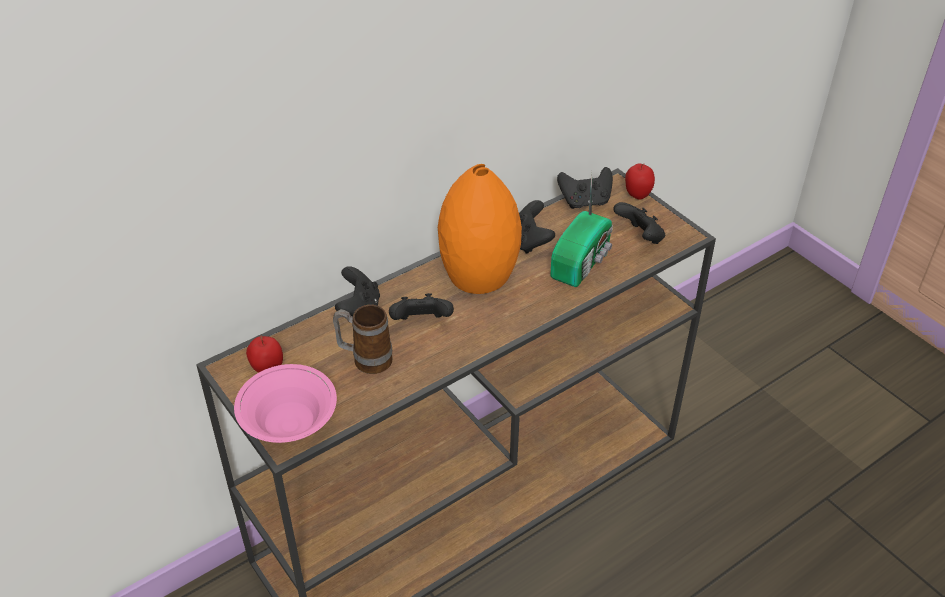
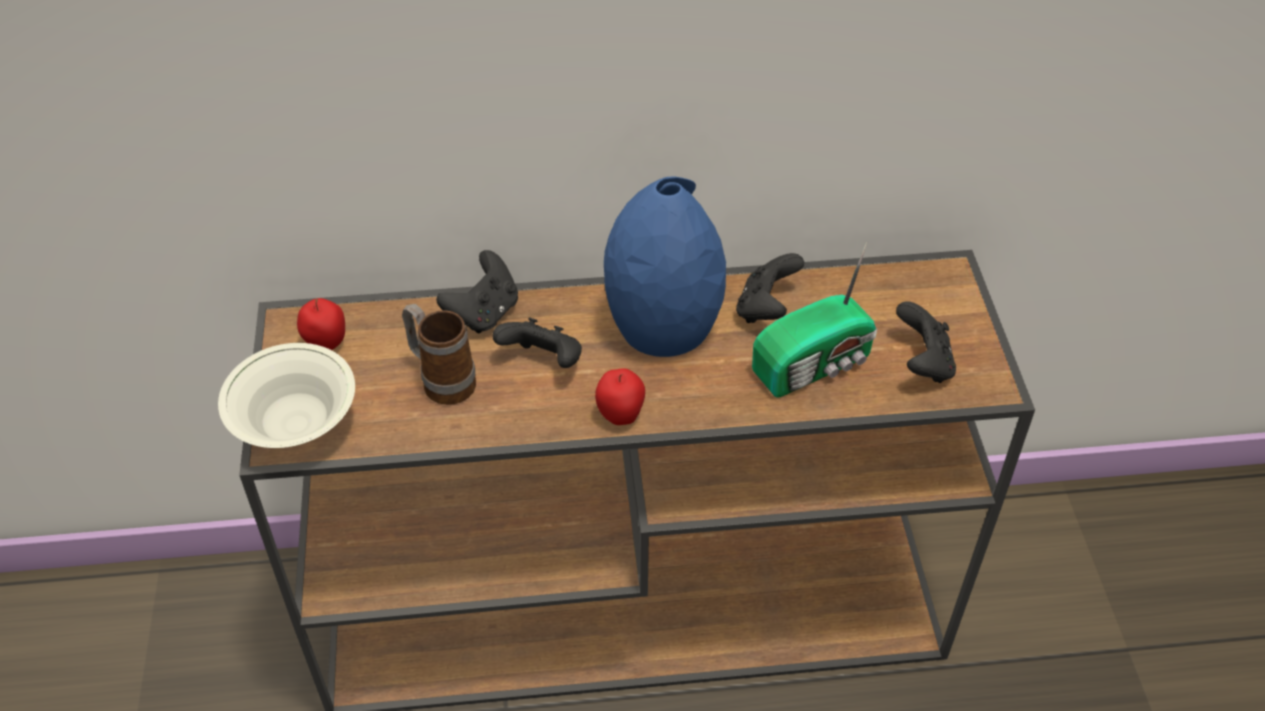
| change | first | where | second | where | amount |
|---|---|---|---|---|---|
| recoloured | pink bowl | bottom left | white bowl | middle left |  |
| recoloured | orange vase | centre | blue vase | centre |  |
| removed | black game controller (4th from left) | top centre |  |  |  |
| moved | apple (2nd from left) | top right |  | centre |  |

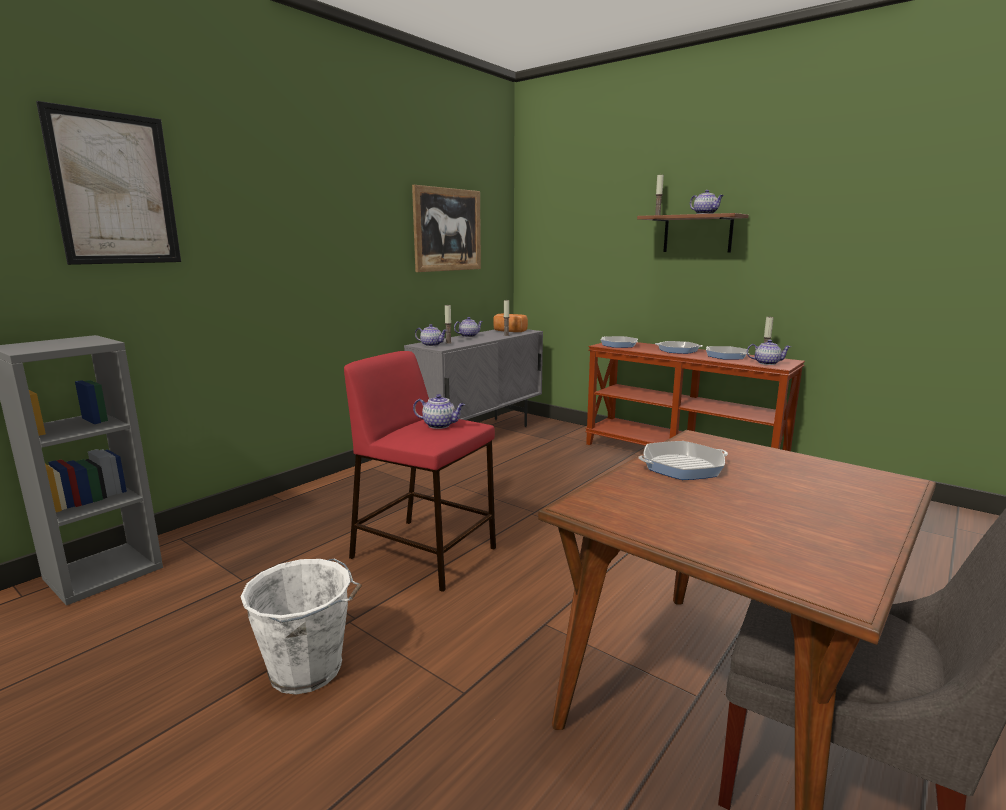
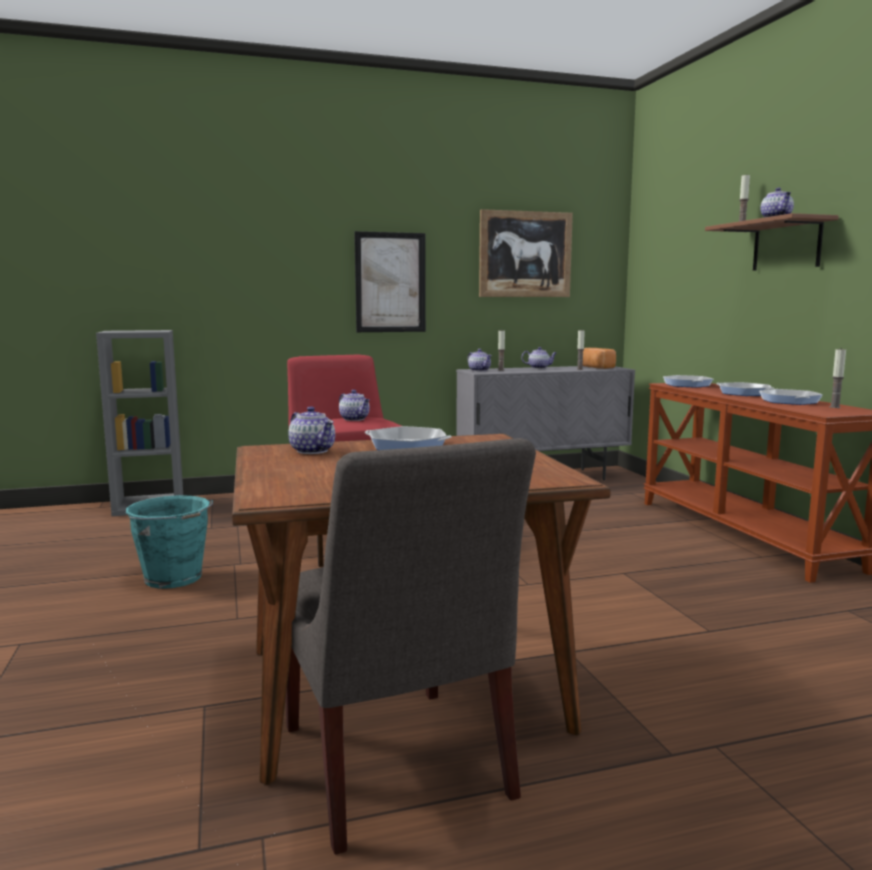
| change | first | where | second | where | amount |
|---|---|---|---|---|---|
| moved | picture (1st from left) | top left |  | top centre |  |
| recoloured | white bucket | bottom left | turquoise bucket | middle left |  |
| moved | teapot (5th from left in the first image) | middle right | teapot (1st from left) | centre |  |

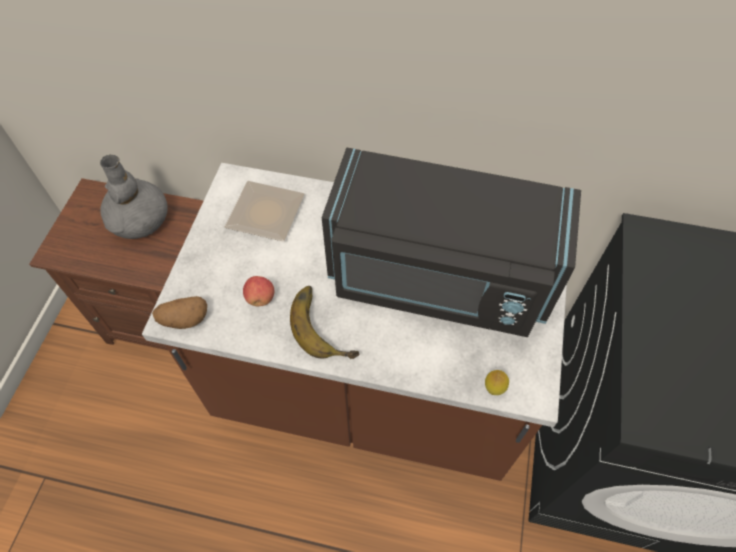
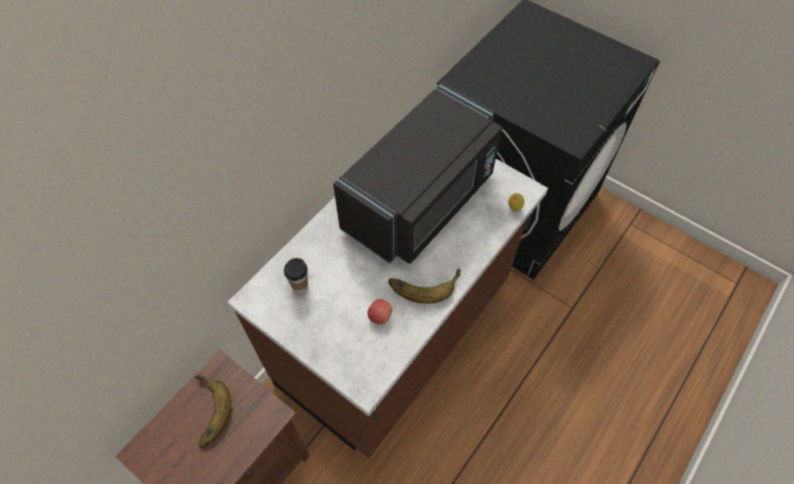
| change | first | where | second | where | amount |
|---|---|---|---|---|---|
| replaced | grey vase | middle left | banana (1st from left) | bottom left |  |
| removed | potato | middle left |  |  |  |
| replaced | plate | centre | cup | centre |  |

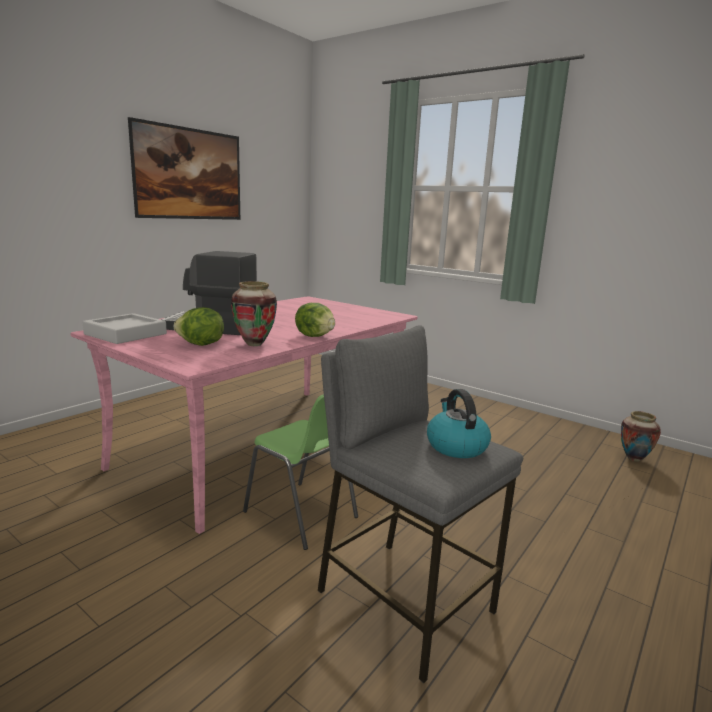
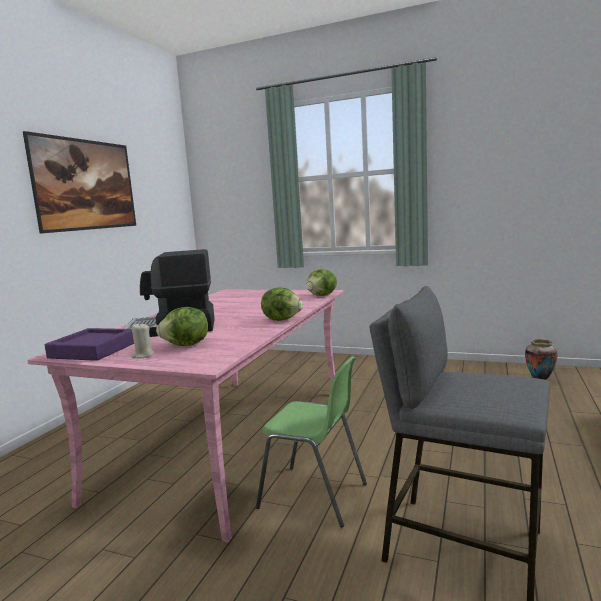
| change | first | where | second | where | amount |
|---|---|---|---|---|---|
| recoloured | grey tray | middle left | purple tray | middle left |  |
| removed | vase (1st from left) | centre |  |  |  |
| removed | kettle | centre |  |  |  |
| added |  |  | beige candle | middle left |  |
| added |  |  | lettuce (3rd from left) | centre |  |

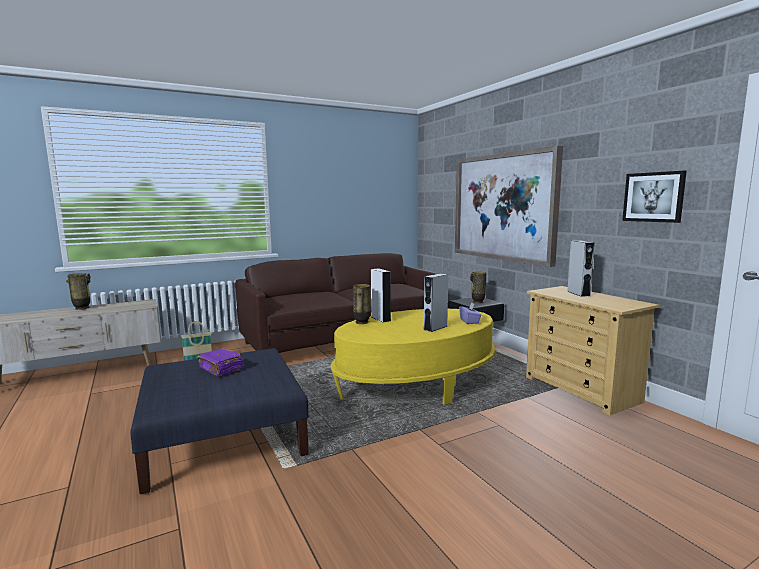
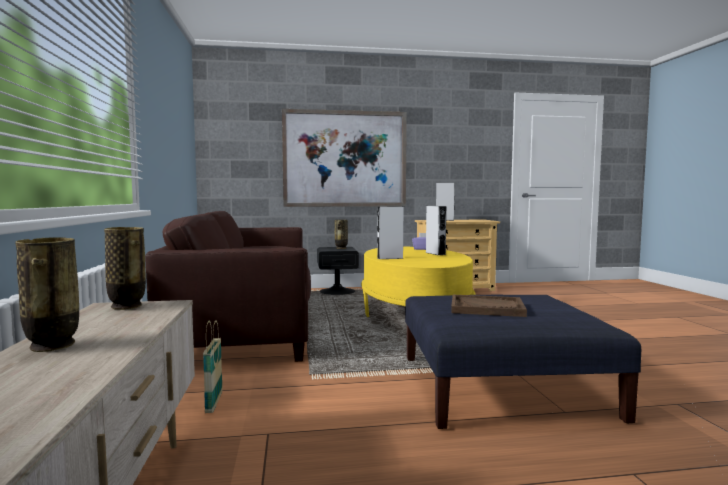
| change | first | where | second | where | amount |
|---|---|---|---|---|---|
| replaced | purple book | middle left | brown tray | middle right |  |
| moved | vase (2nd from left) | centre |  | middle left |  |
| removed | picture (2nd from left) | middle right |  |  |  |

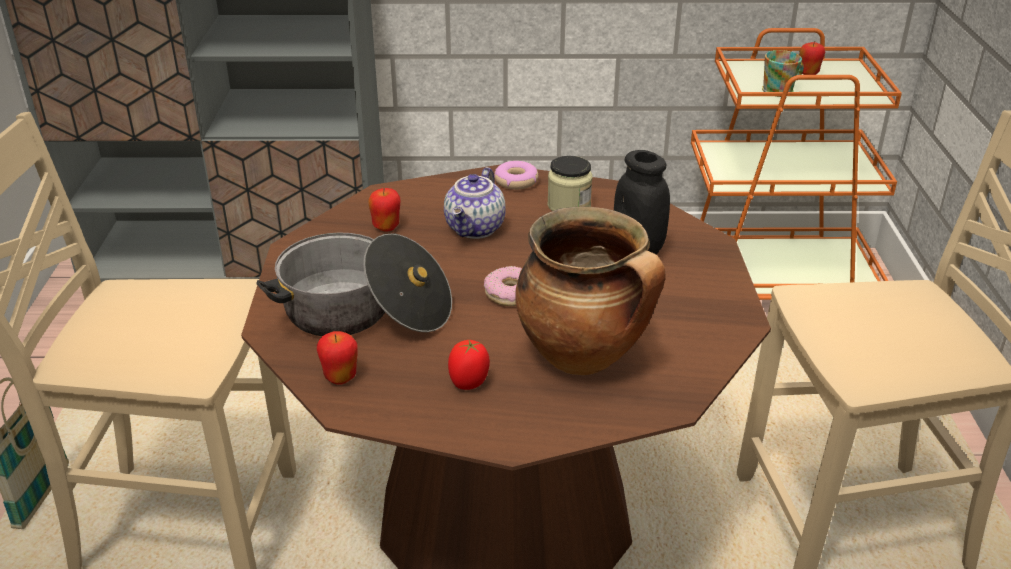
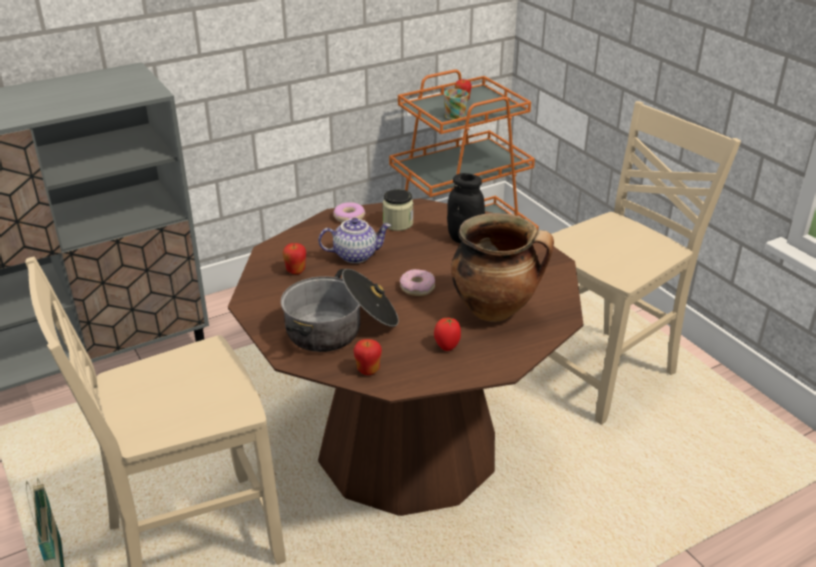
| change | first | where | second | where | amount |
|---|---|---|---|---|---|
| turned | teapot | centre |  | centre | 90 degrees counterclockwise |

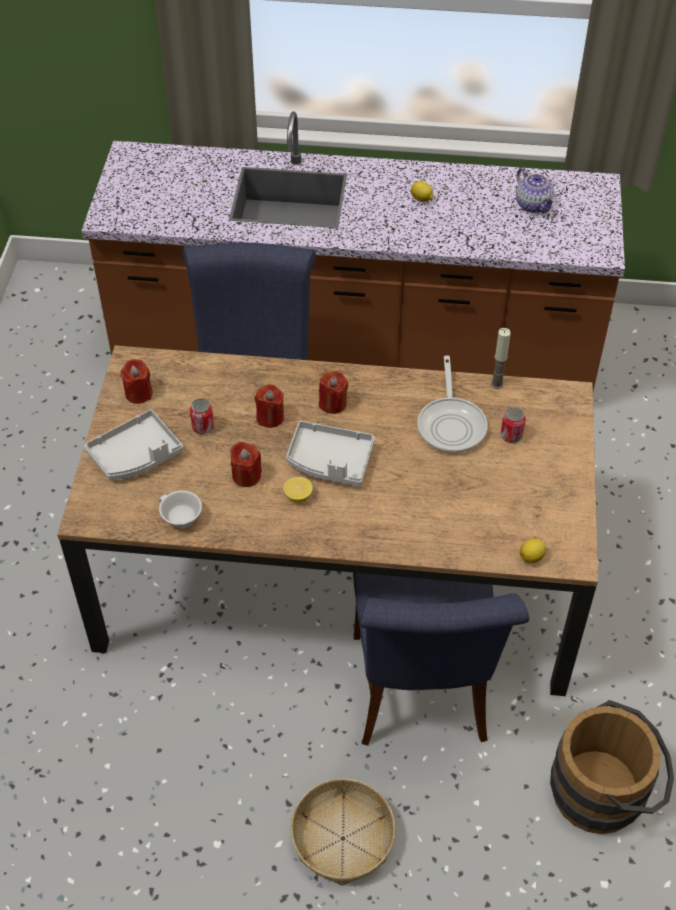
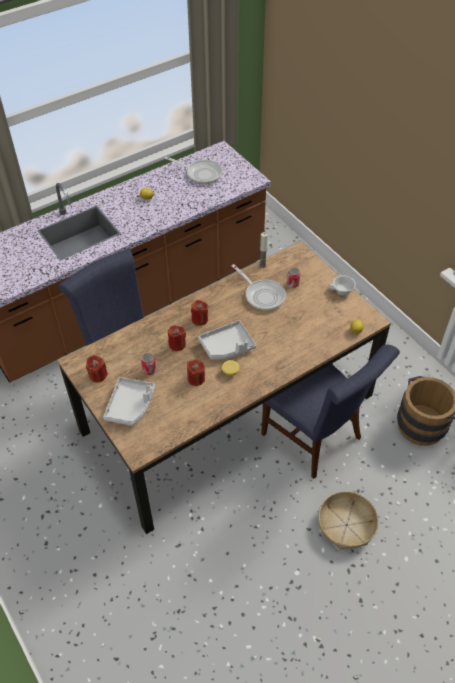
| change | first | where | second | where | amount |
|---|---|---|---|---|---|
| moved | white cup | middle left |  | middle right |  |
| replaced | teapot | top right | frying pan (1st from left) | top centre |  |

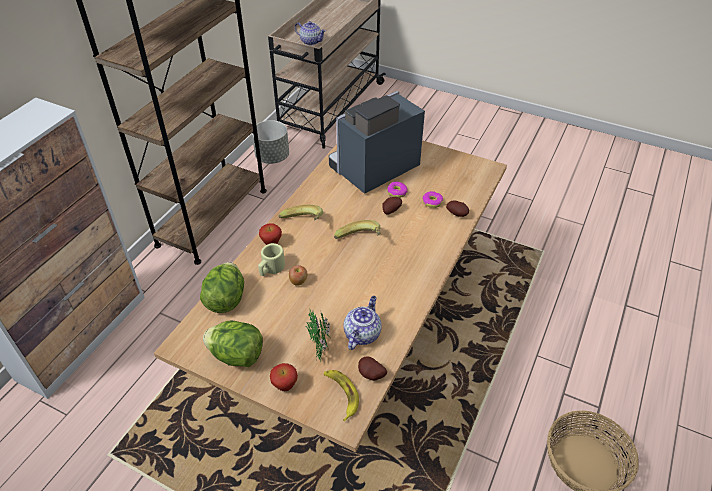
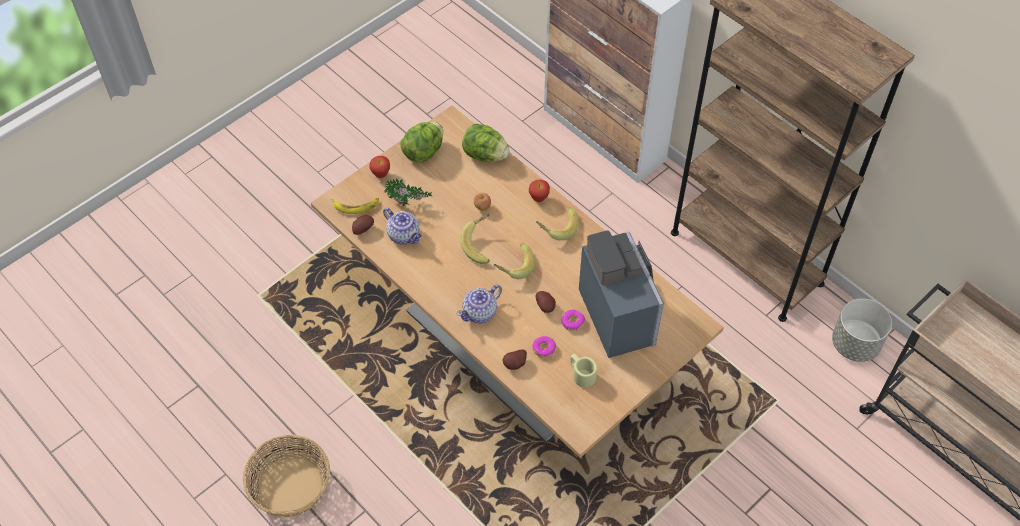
| change | first | where | second | where | amount |
|---|---|---|---|---|---|
| moved | beige mug | centre |  | bottom centre |  |
| moved | teapot (1st from left in the first image) | top centre | teapot (2nd from left) | centre |  |
| added |  |  | banana (2nd from left) | centre |  |

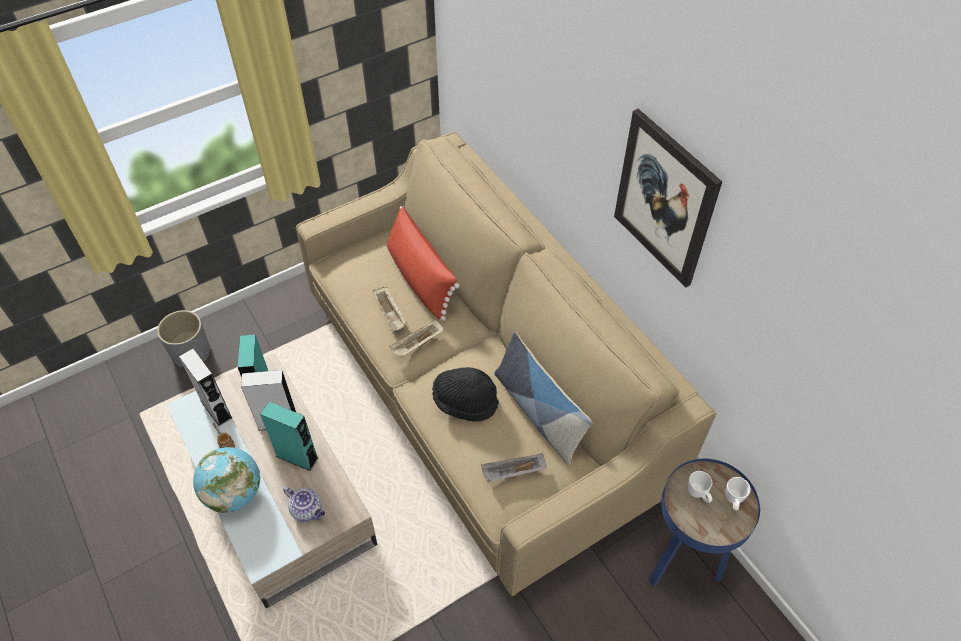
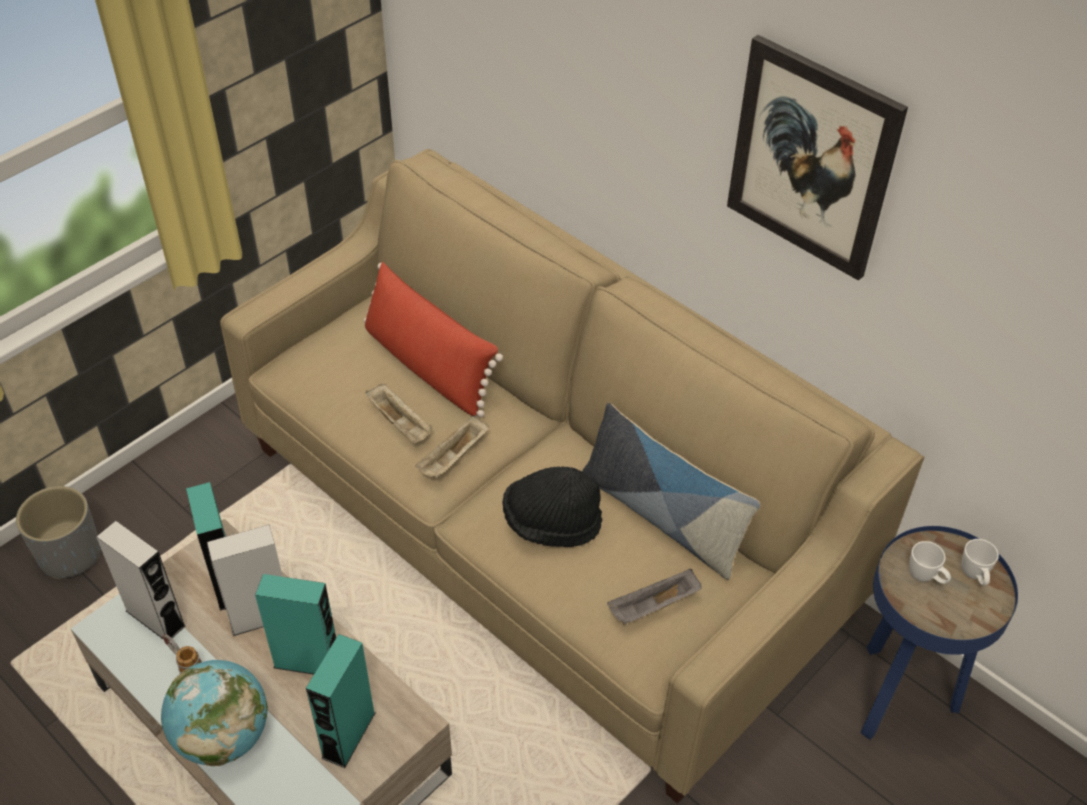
| change | first | where | second | where | amount |
|---|---|---|---|---|---|
| replaced | teapot | bottom left | turquoise speaker (3rd from left) | bottom left |  |

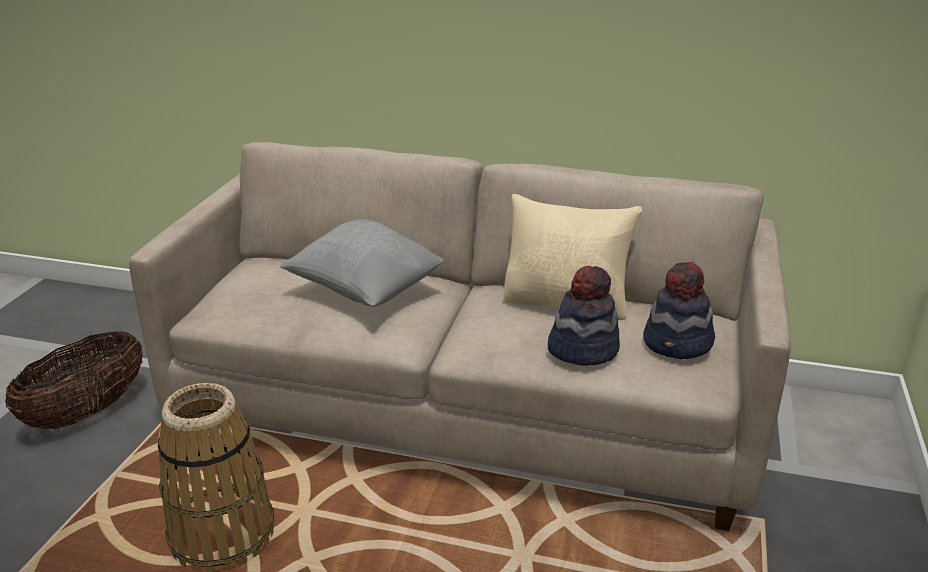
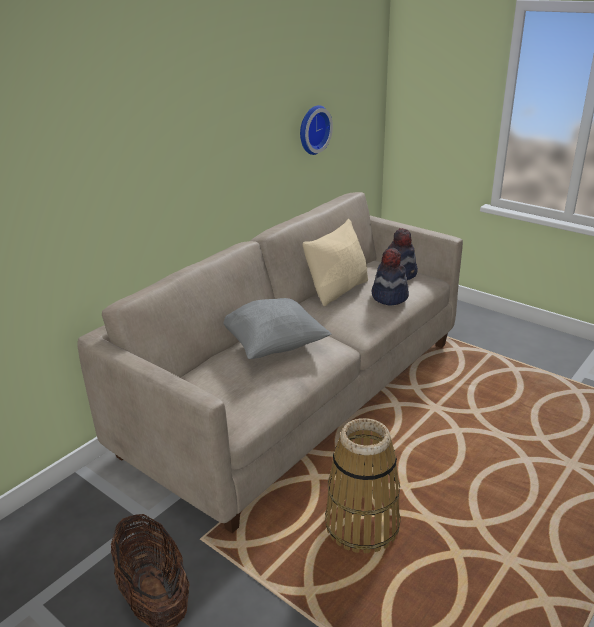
| change | first | where | second | where | amount |
|---|---|---|---|---|---|
| added |  |  | wall clock | top centre |  |

